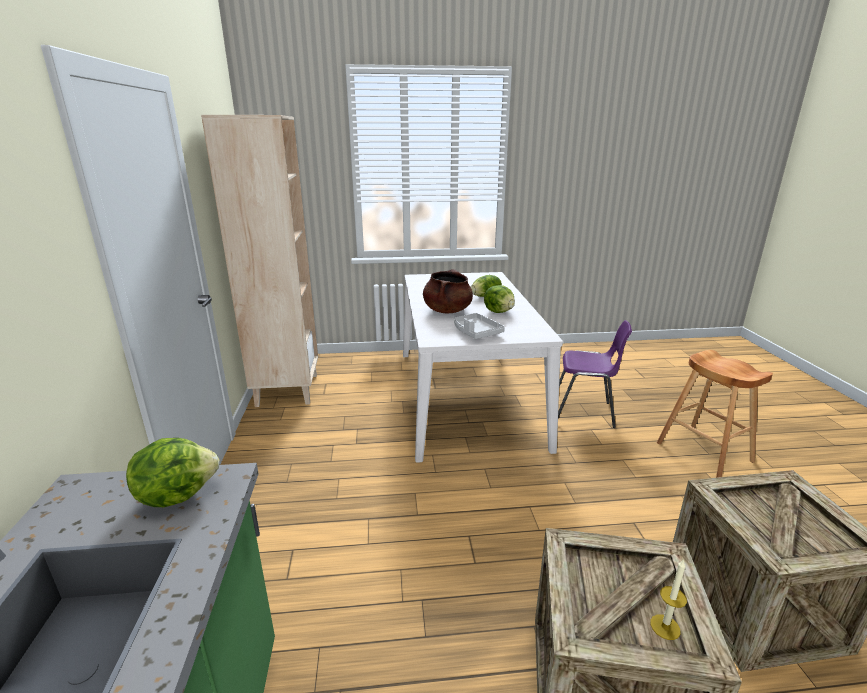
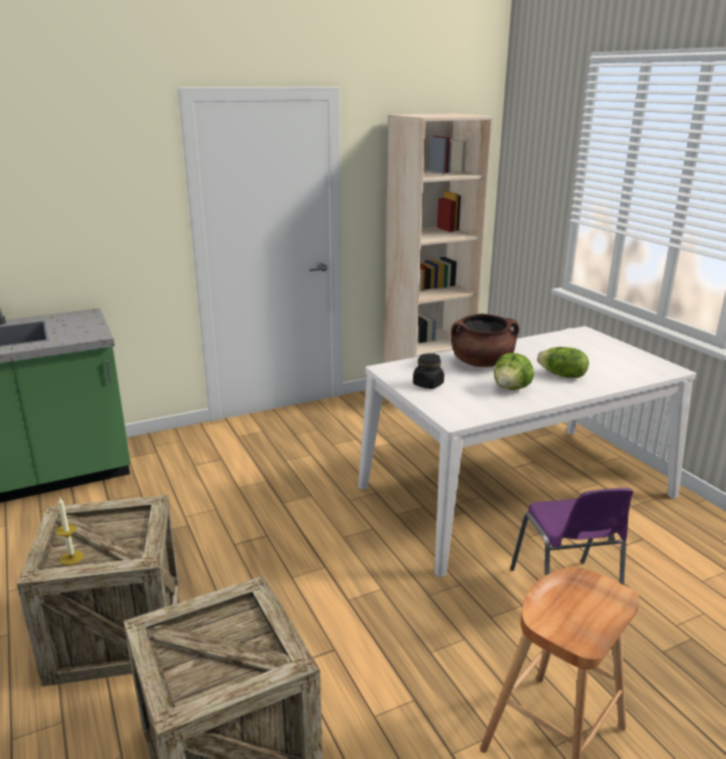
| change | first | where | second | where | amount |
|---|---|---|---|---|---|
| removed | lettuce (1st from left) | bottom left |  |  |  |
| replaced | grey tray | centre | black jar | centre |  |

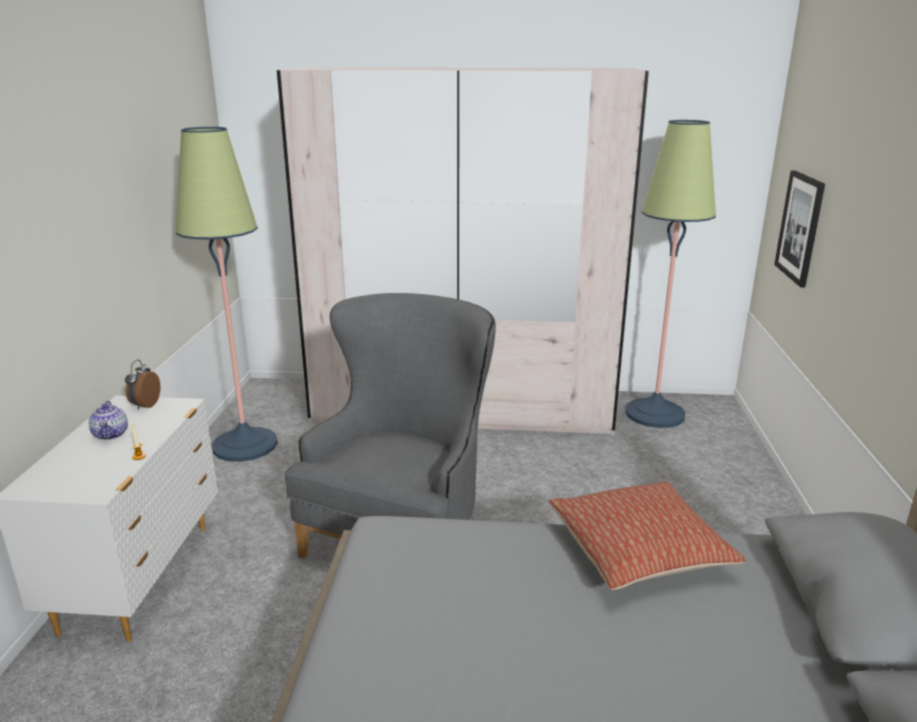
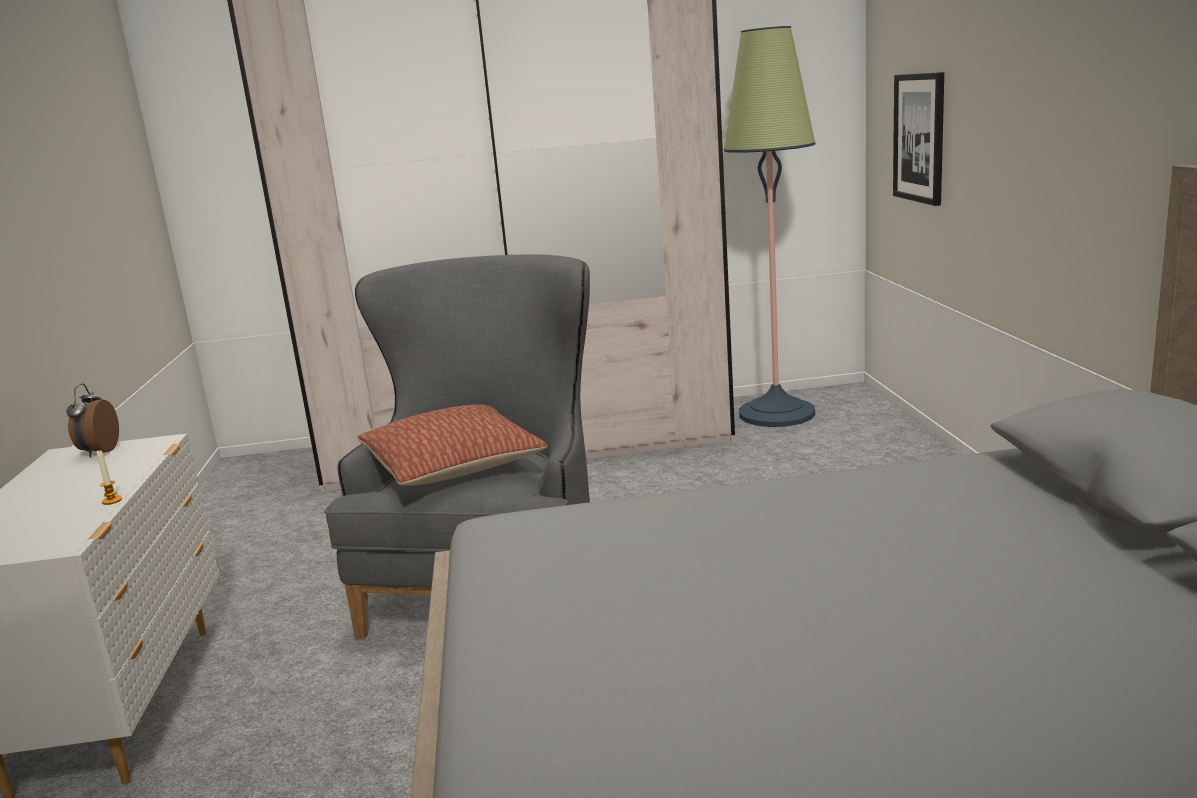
| change | first | where | second | where | amount |
|---|---|---|---|---|---|
| removed | teapot | middle left |  |  |  |
| removed | floor lamp (1st from left) | middle left |  |  |  |
| moved | pillow | bottom right |  | centre |  |

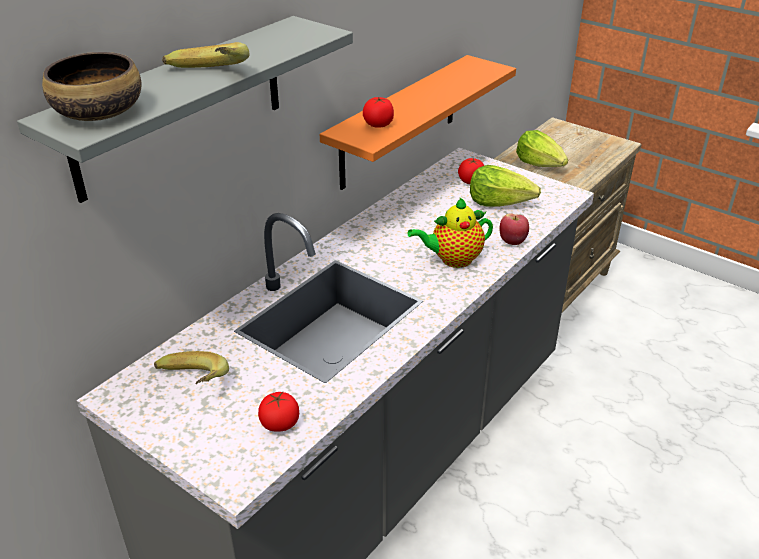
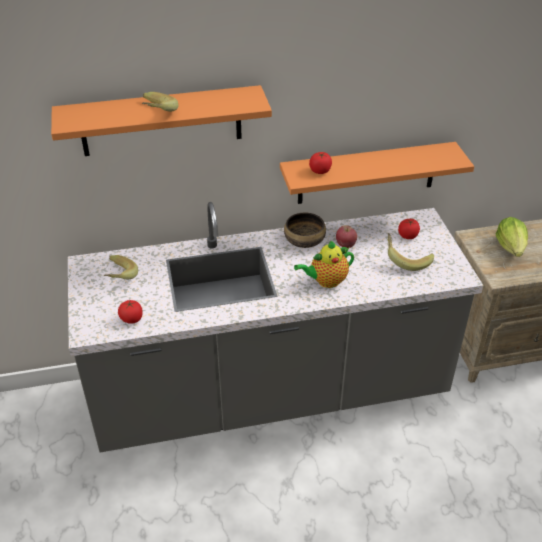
| change | first | where | second | where | amount |
|---|---|---|---|---|---|
| recoloured | grey shelf | top left | orange shelf (1st from left) | top left |  |
| moved | bowl | top left |  | centre |  |
| turned | teapot | centre |  | centre | 45 degrees counterclockwise |
| replaced | lettuce (1st from left) | top centre | banana (3rd from left) | middle right |  |
| moved | apple | middle right |  | centre |  |

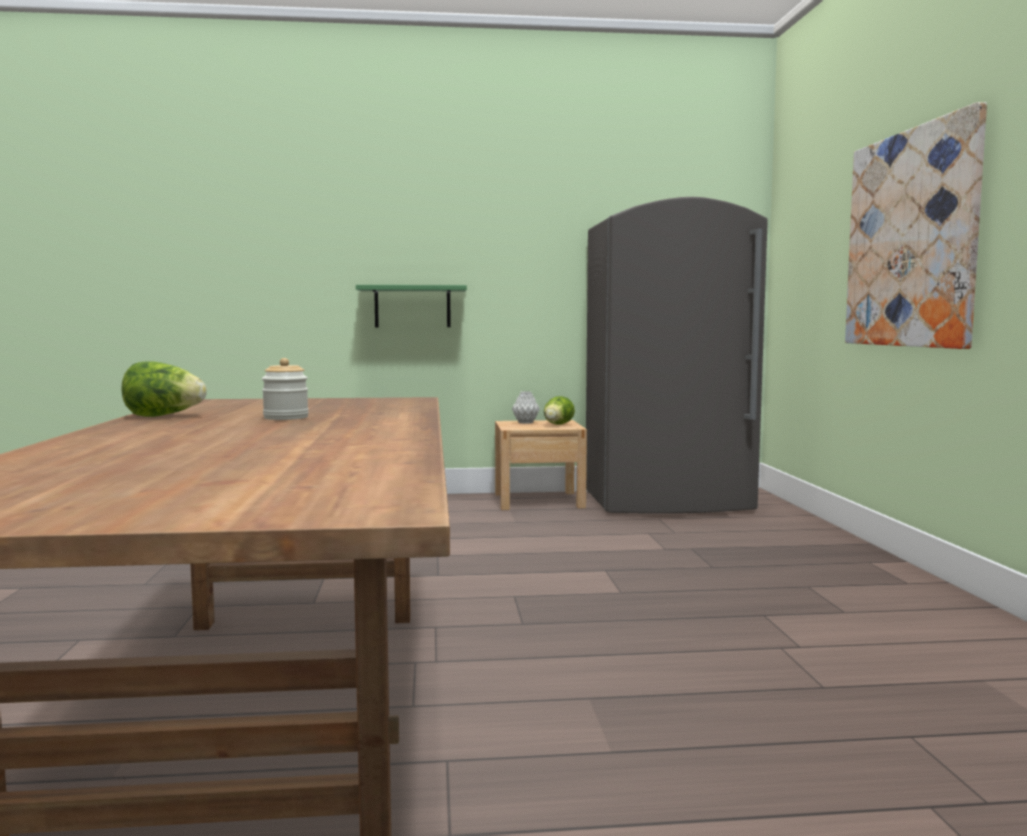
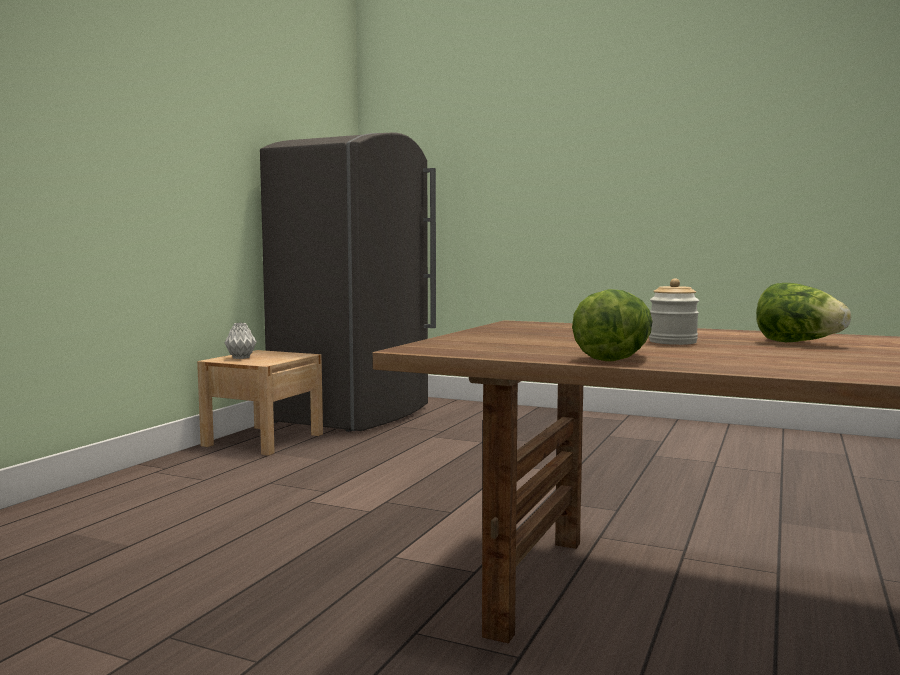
| change | first | where | second | where | amount |
|---|---|---|---|---|---|
| removed | green shelf | centre |  |  |  |
| moved | lettuce (2nd from left) | centre |  | middle right |  |
| removed | picture | top right |  |  |  |

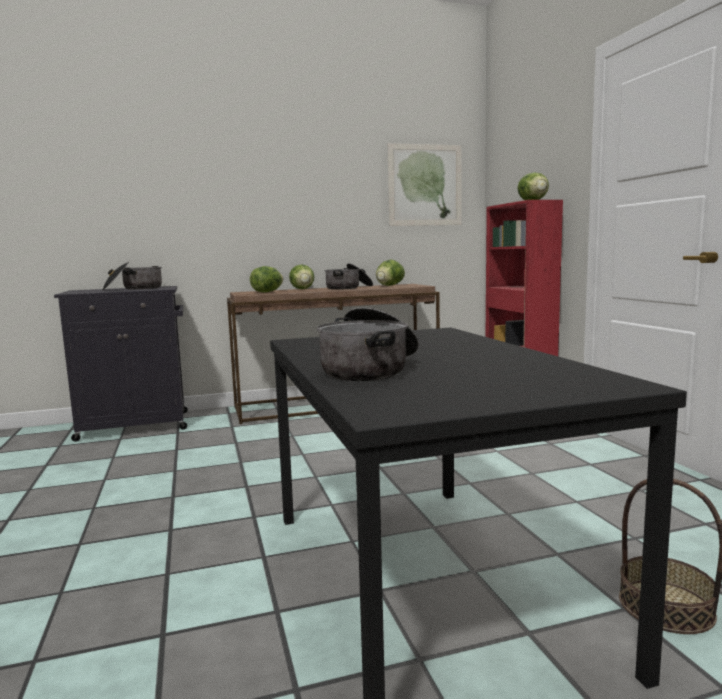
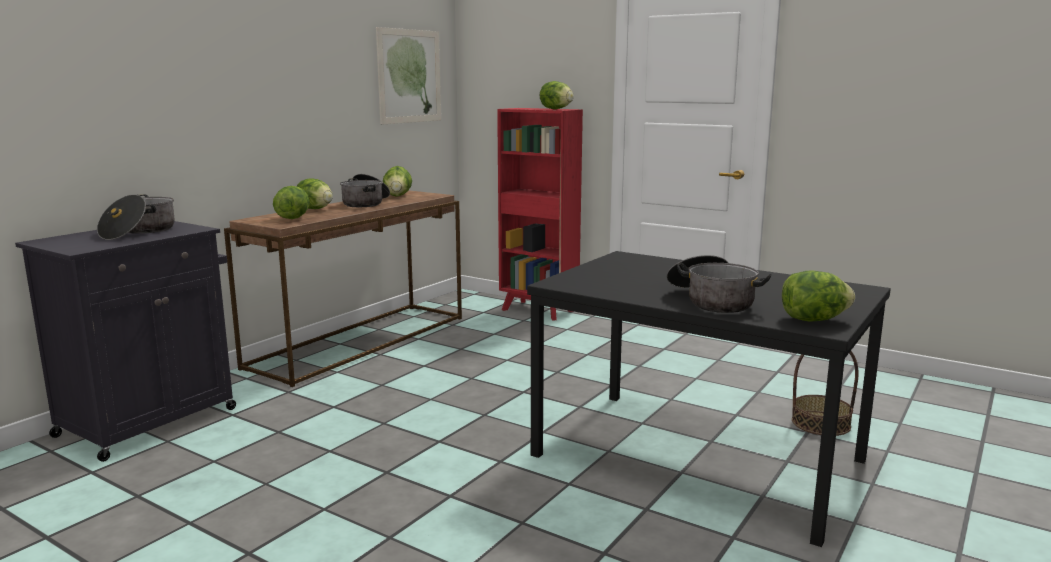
| change | first | where | second | where | amount |
|---|---|---|---|---|---|
| added |  |  | lettuce (5th from left) | middle right |  |

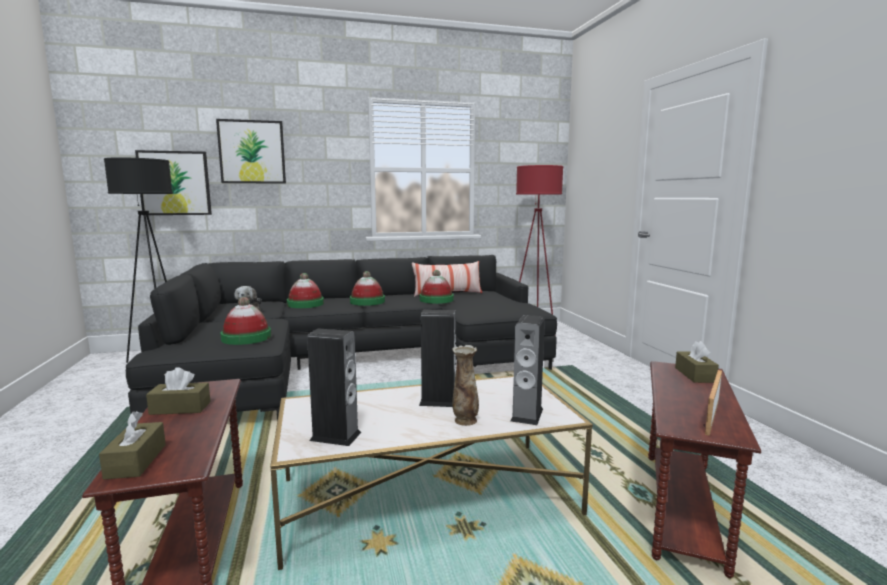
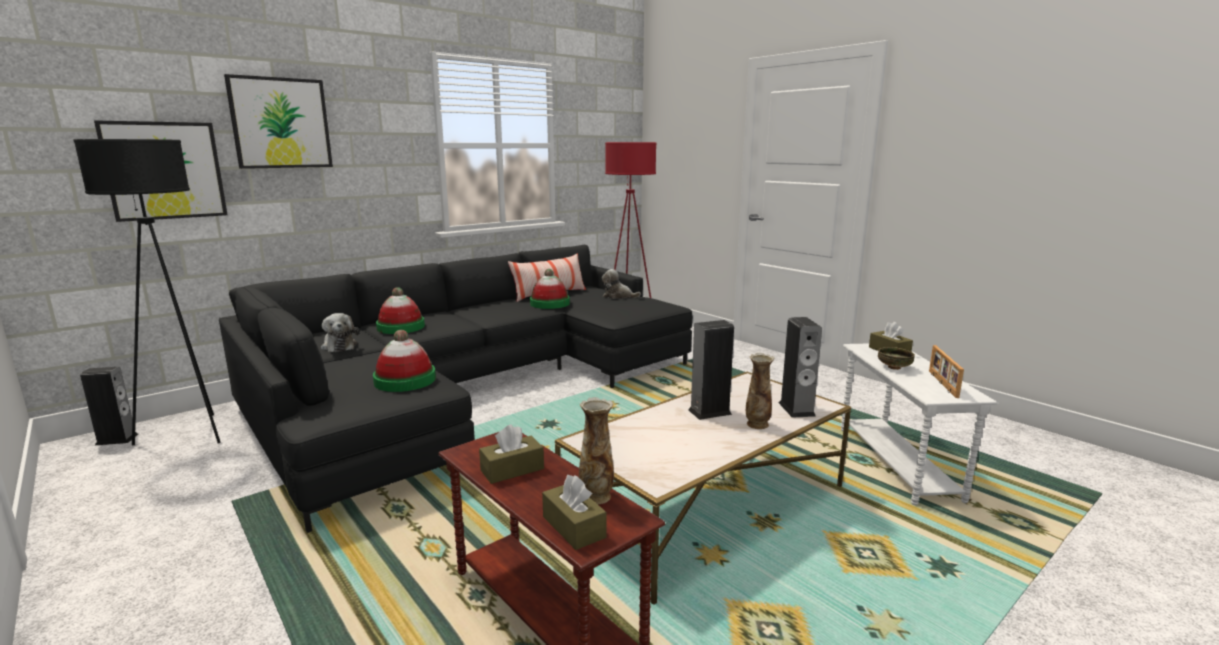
| change | first | where | second | where | amount |
|---|---|---|---|---|---|
| moved | speaker (1st from left) | centre |  | middle left |  |
| removed | hat (3rd from left) | centre |  |  |  |
| recoloured | brown side table (2nd from left) | bottom right | white side table | middle right |  |
| added |  |  | vase (1st from left) | bottom centre |  |
| added |  |  | plush toy (2nd from left) | centre |  |
| added |  |  | bowl | middle right |  |

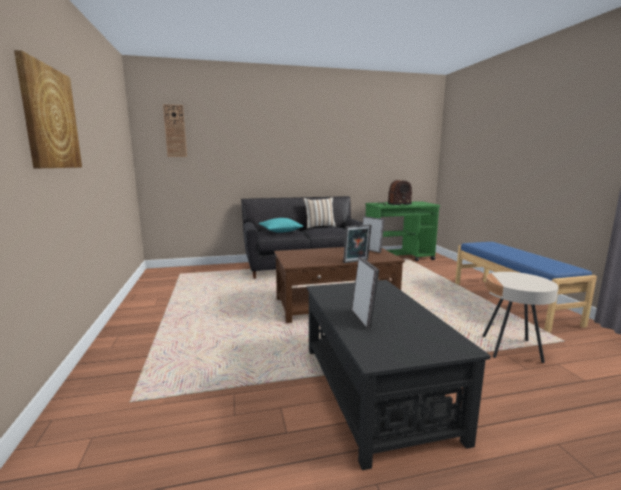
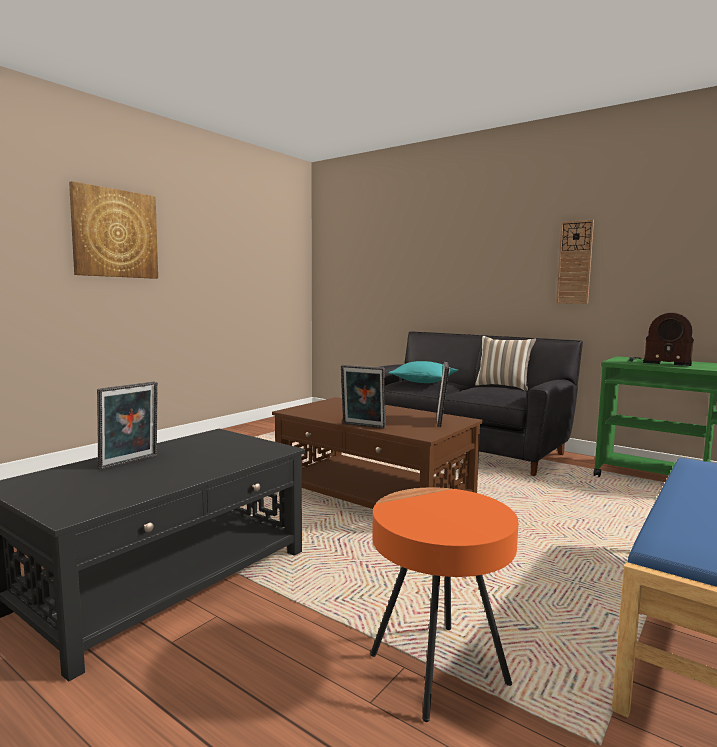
| change | first | where | second | where | amount |
|---|---|---|---|---|---|
| moved | wall clock | top left |  | middle right |  |
| recoloured | beige side table | middle right | orange side table | bottom centre |  |

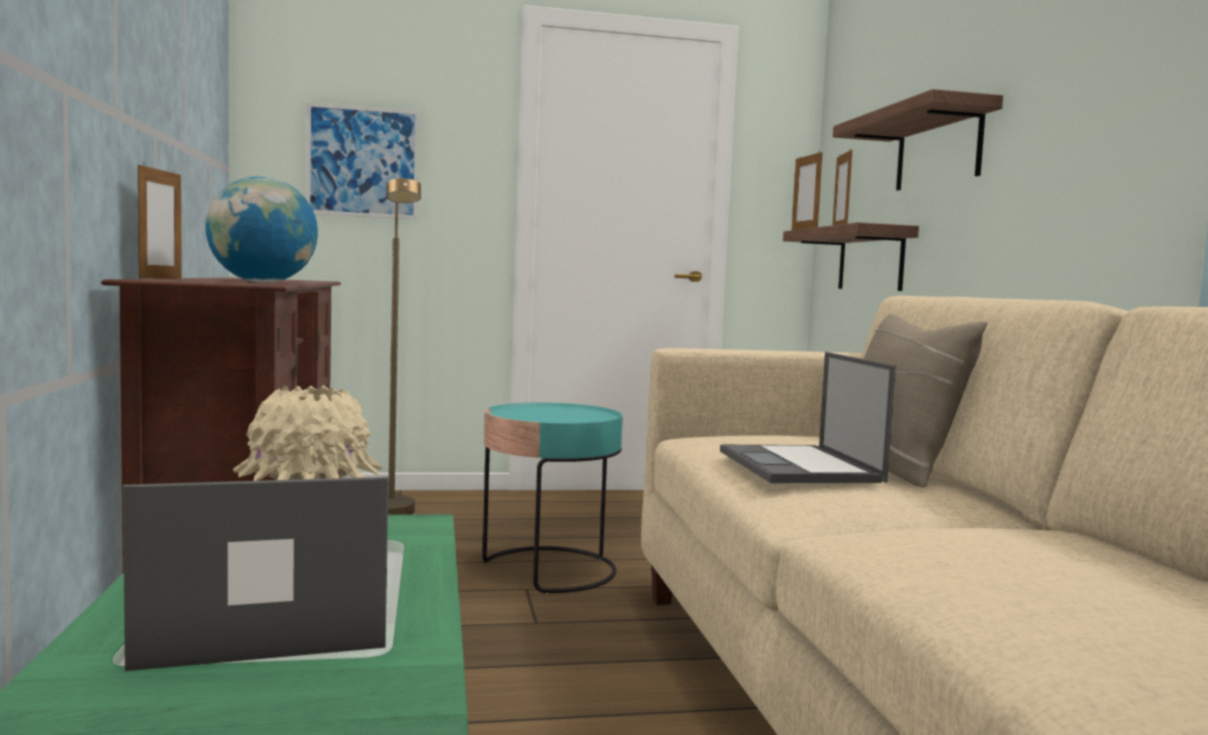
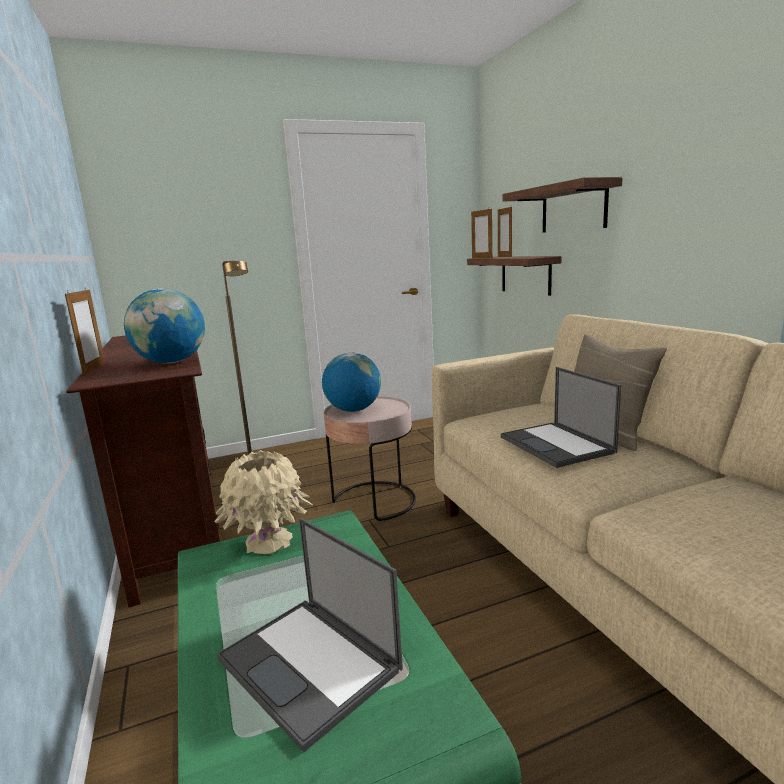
| change | first | where | second | where | amount |
|---|---|---|---|---|---|
| turned | laptop (1st from left) | bottom left |  | bottom centre | 105 degrees counterclockwise |
| removed | picture | top left |  |  |  |
| recoloured | turquoise side table | bottom centre | pink side table | centre |  |
| added |  |  | globe (2nd from left) | centre |  |

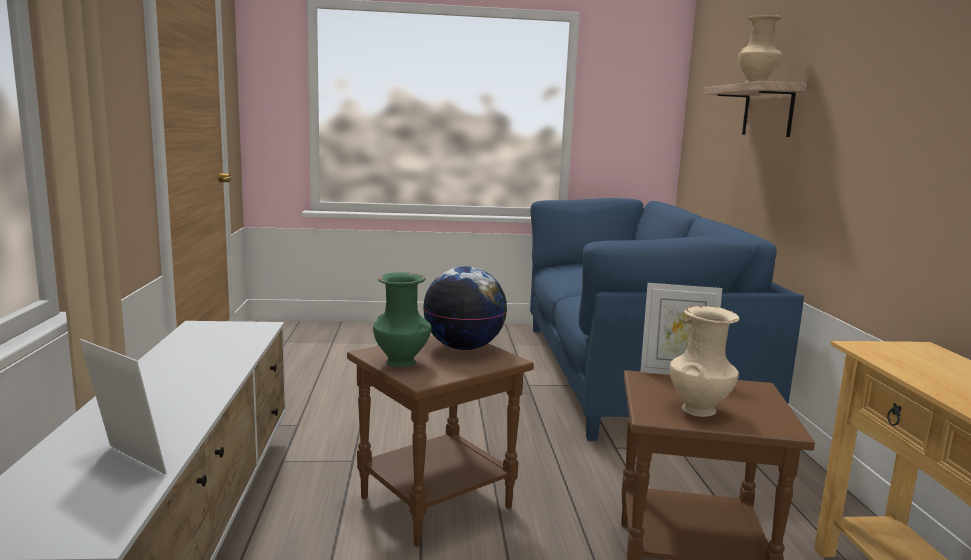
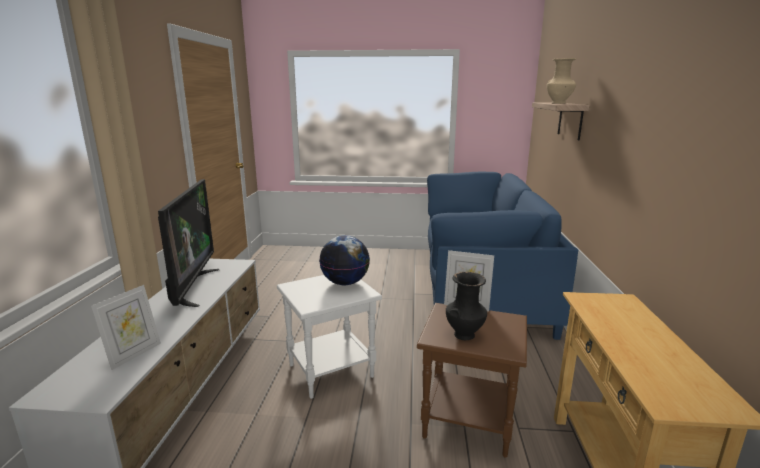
| change | first | where | second | where | amount |
|---|---|---|---|---|---|
| turned | picture frame (1st from left) | bottom left |  | bottom left | 75 degrees clockwise |
| recoloured | brown side table (1st from left) | bottom centre | white side table | bottom centre |  |
| removed | green vase | centre |  |  |  |
| recoloured | beige vase (1st from left) | middle right | black vase | centre |  |
| added |  |  | television | middle left |  |

